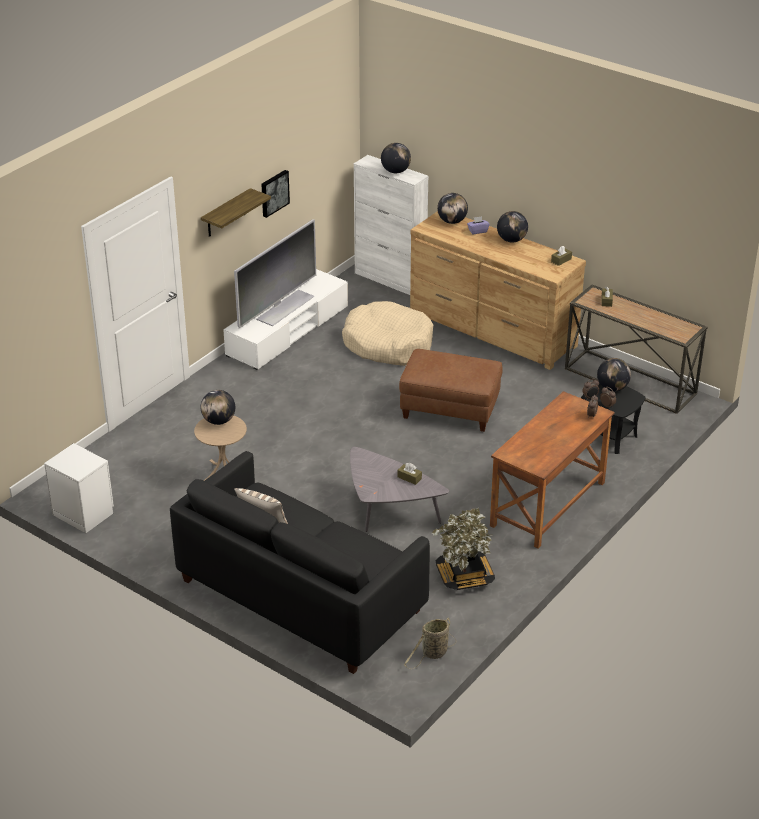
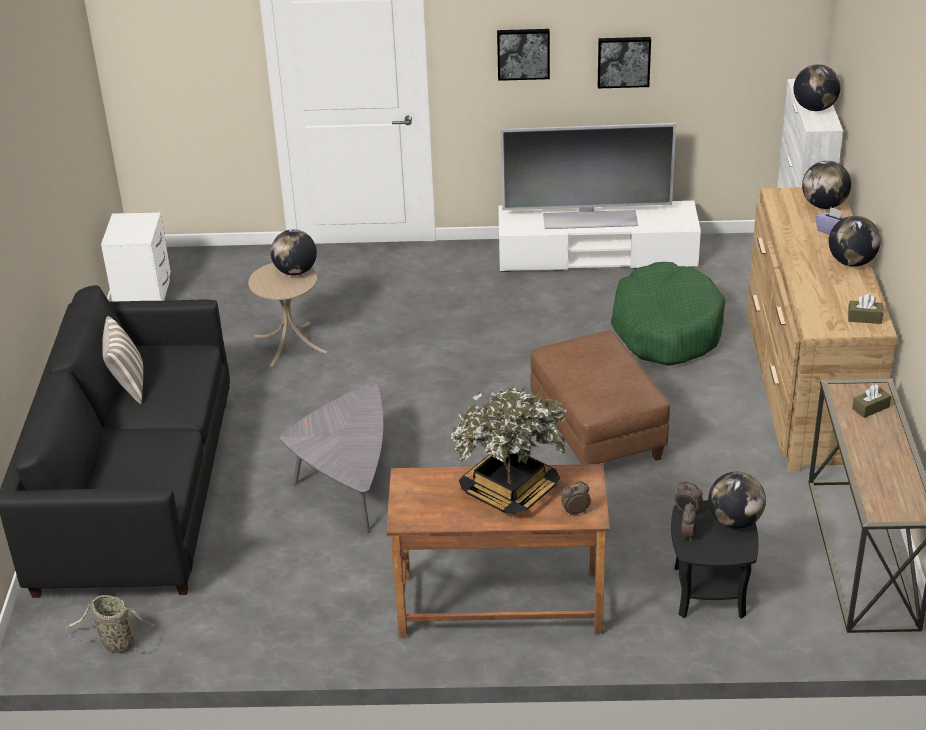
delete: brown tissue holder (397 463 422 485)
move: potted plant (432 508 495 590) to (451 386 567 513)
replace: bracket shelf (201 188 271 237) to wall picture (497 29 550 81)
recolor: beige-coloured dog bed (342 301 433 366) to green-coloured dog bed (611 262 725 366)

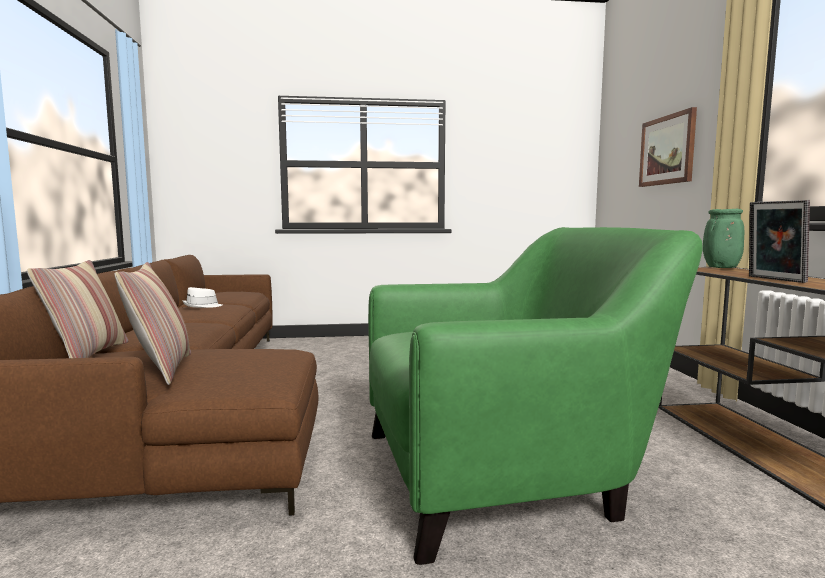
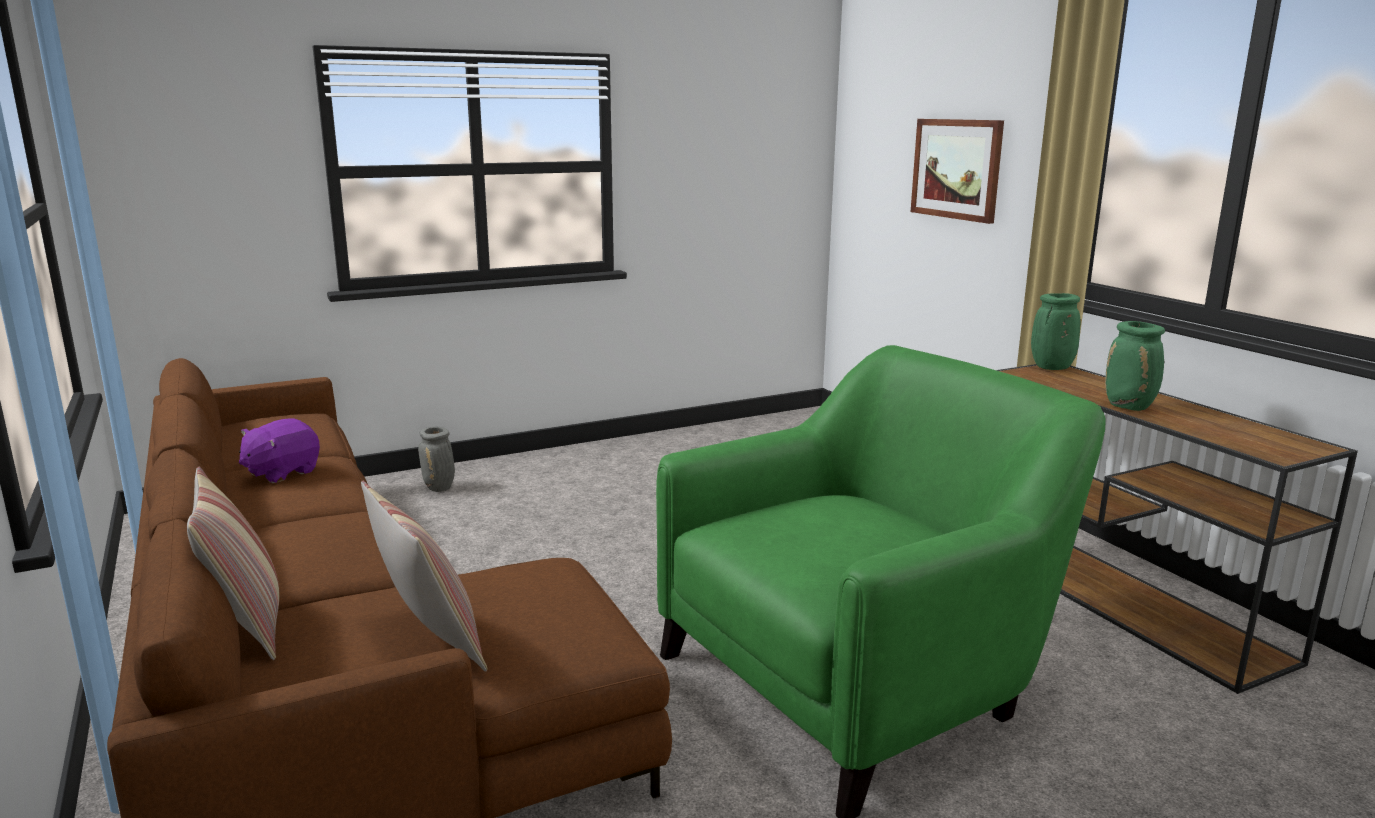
insert: grey vase (418 427 455 492)
replace: white-coloured clothing hat (182 287 222 308) to purplish plush toy (239 418 320 483); photo frame (749 200 810 283) to green-coloured vase (1105 321 1165 411)

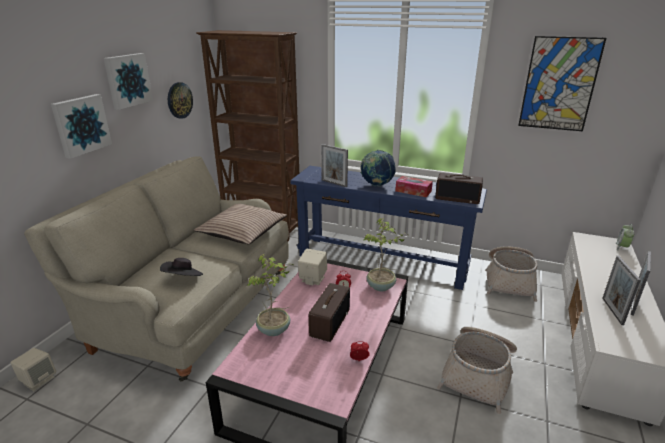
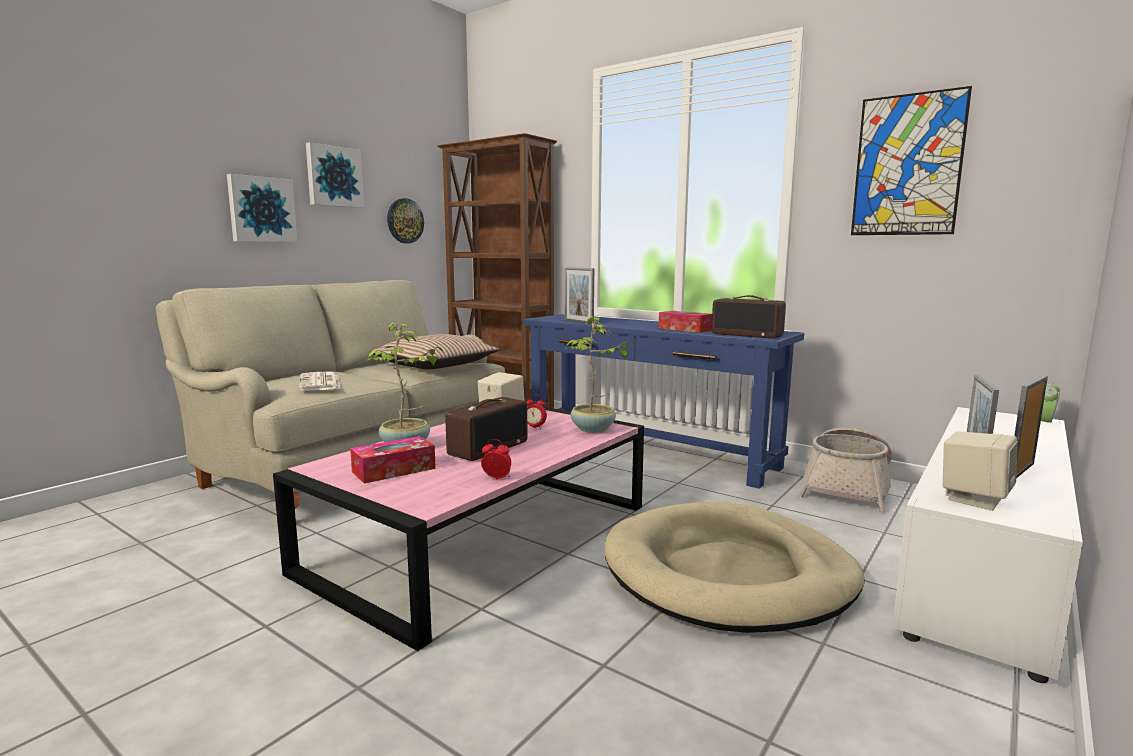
delete: globe (361 150 395 186)
insert: tissue holder (350 436 436 484)
move: beige-coloured audio speaker (10 348 56 391) to (943 431 1018 511)
replace: blackish clothing hat (160 258 203 276) to daily paper (299 372 341 391); household basket (437 327 517 414) to beige-coloured dog bed (604 502 864 633)

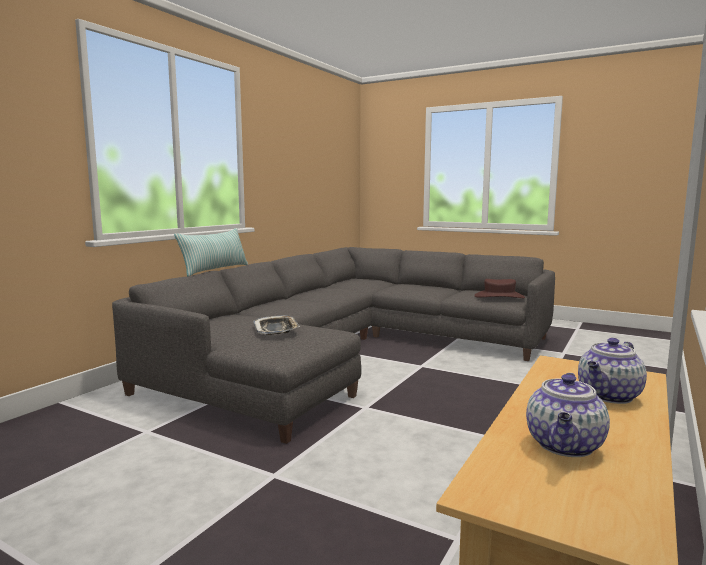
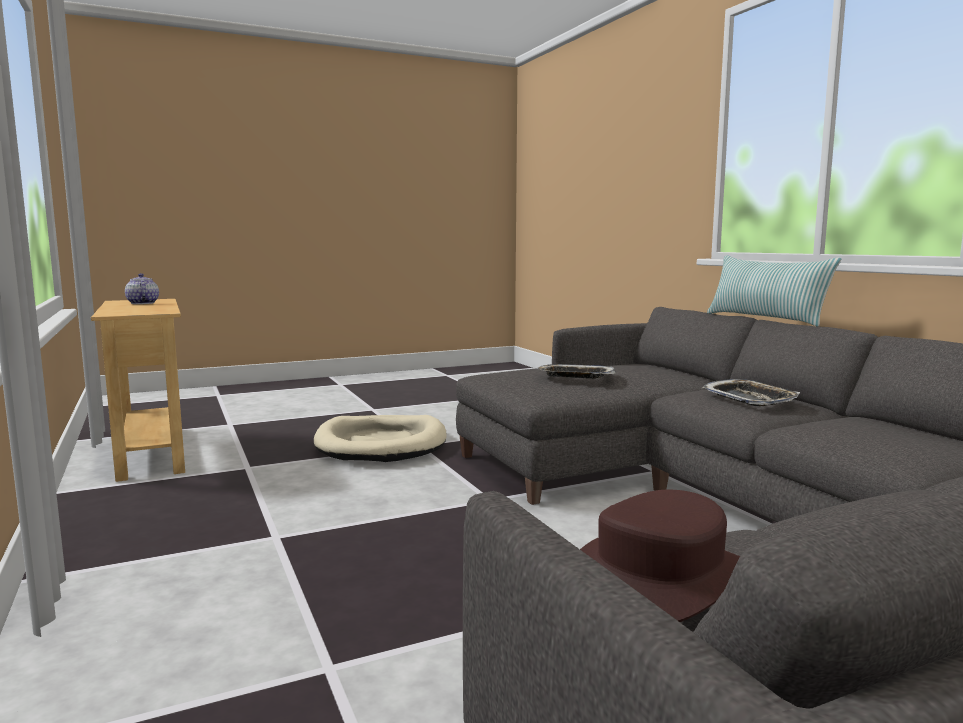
delete: teapot (578 338 647 404)
insert: beige-coloured dog bed (314 415 446 462); serving tray (702 379 800 406)

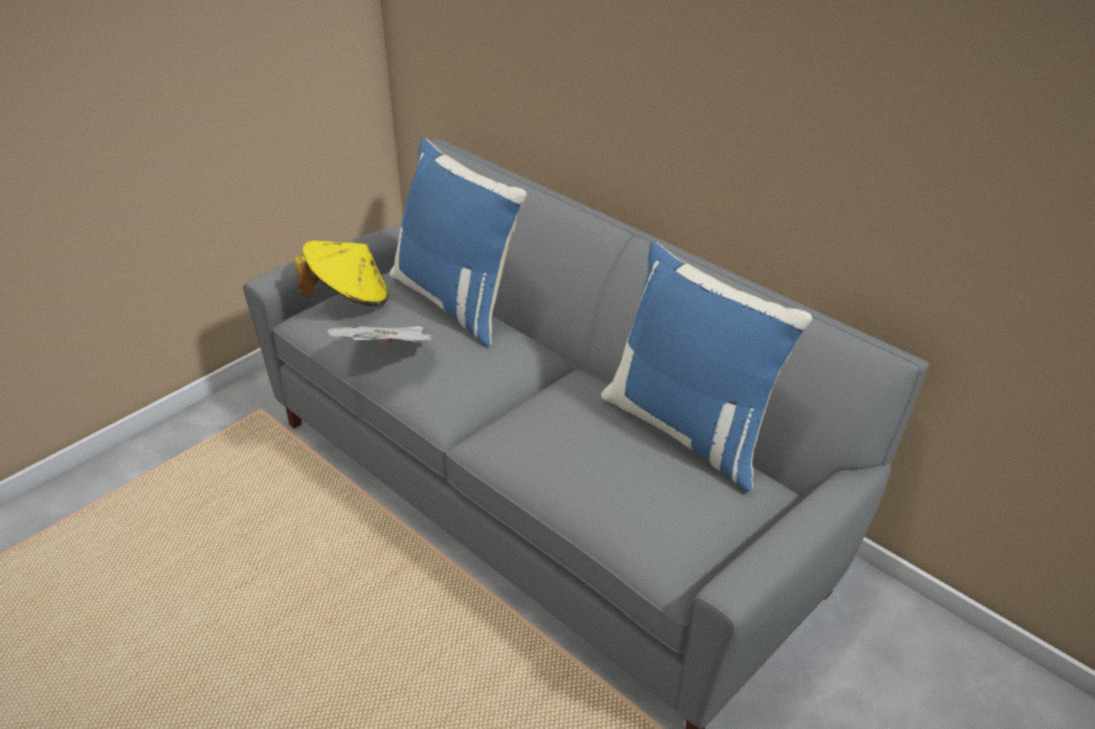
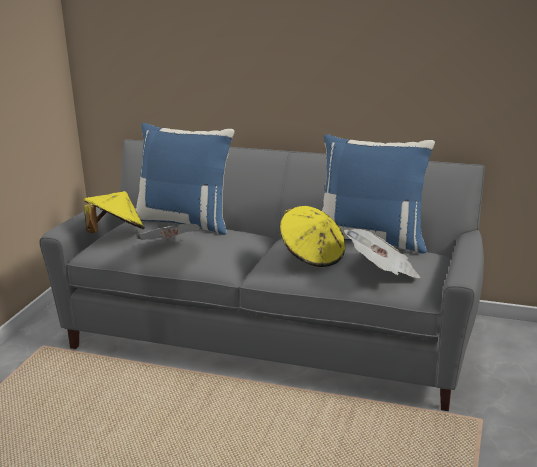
insert: yellow-coloured clothing hat (280 206 345 267); daily paper (344 229 421 278)

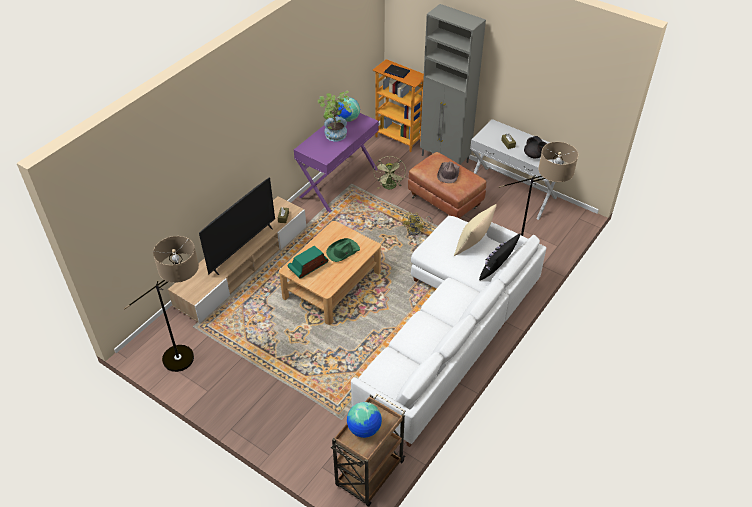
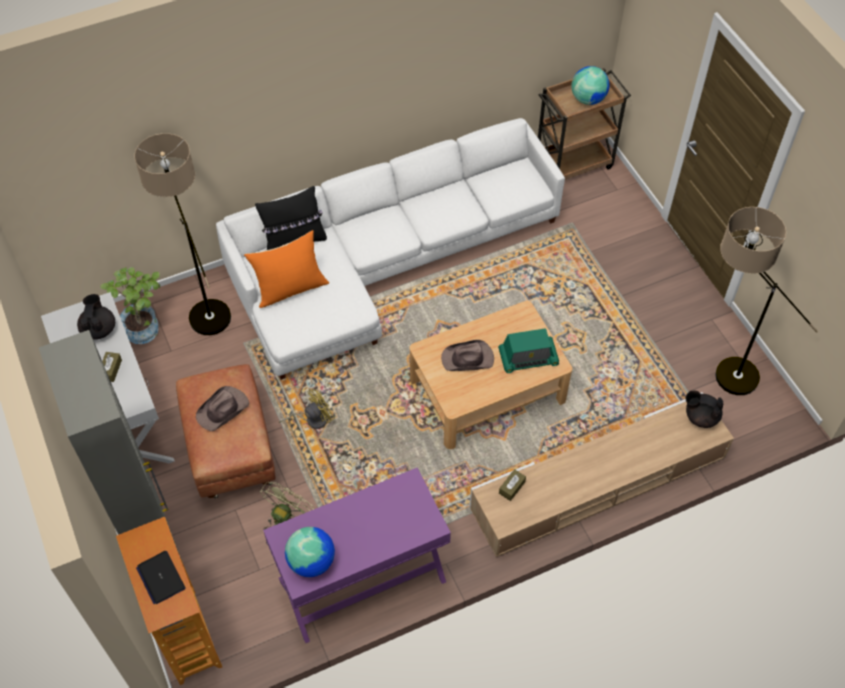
delete: television (199 177 275 275)
insert: blackish teapot (686 390 723 428)
move: potted plant (318 90 352 141) to (100 267 160 344)
recolor: beige-coloured cushion (454 204 497 256) to orange-coloured cushion (244 230 329 308); green-coloured clothing hat (326 238 360 262) to brown clothing hat (441 340 494 371)

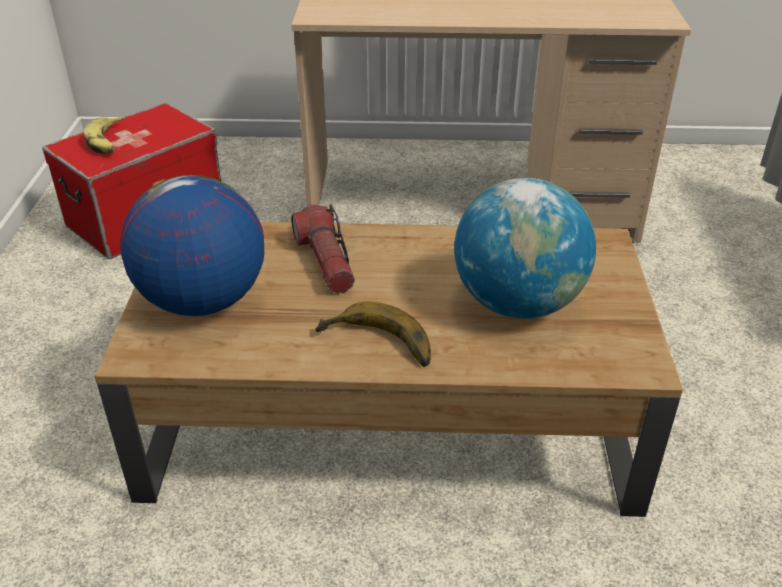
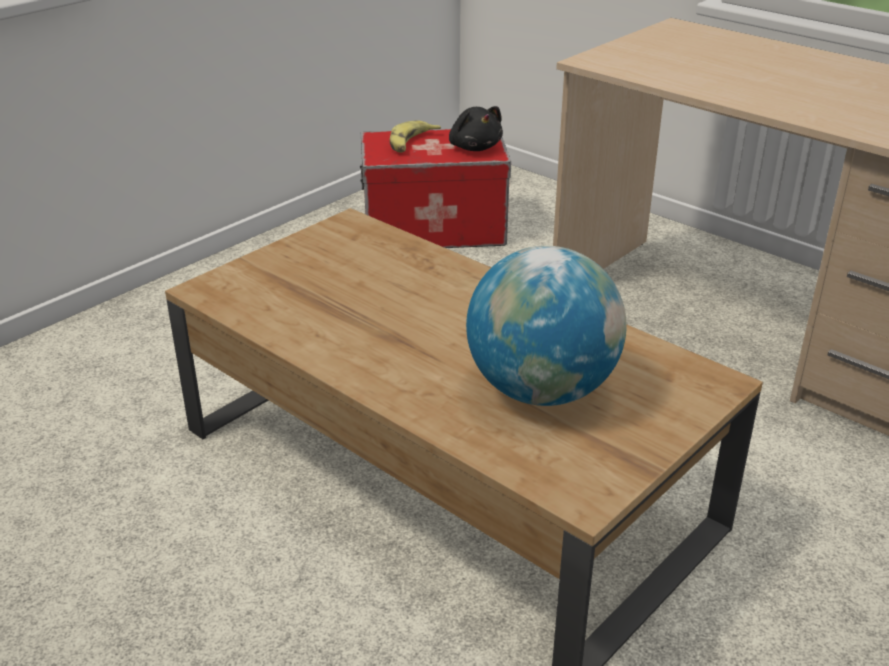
delete: globe (120 175 264 316); torch (291 205 355 294); banana (315 302 431 367)
insert: blackish plush toy (449 106 503 151)

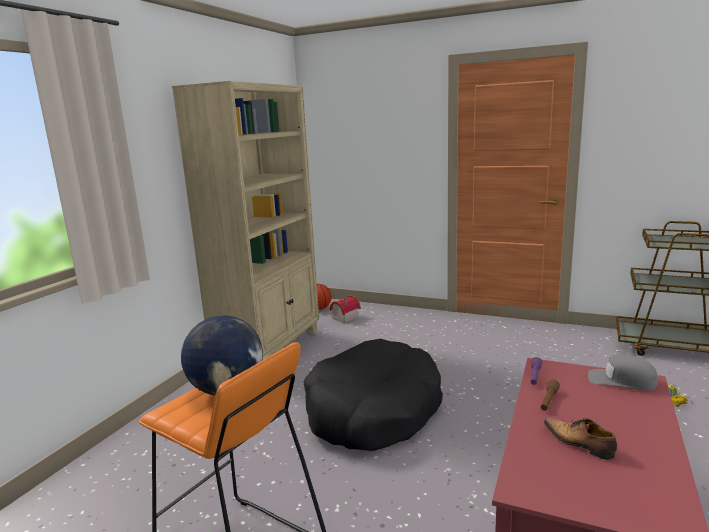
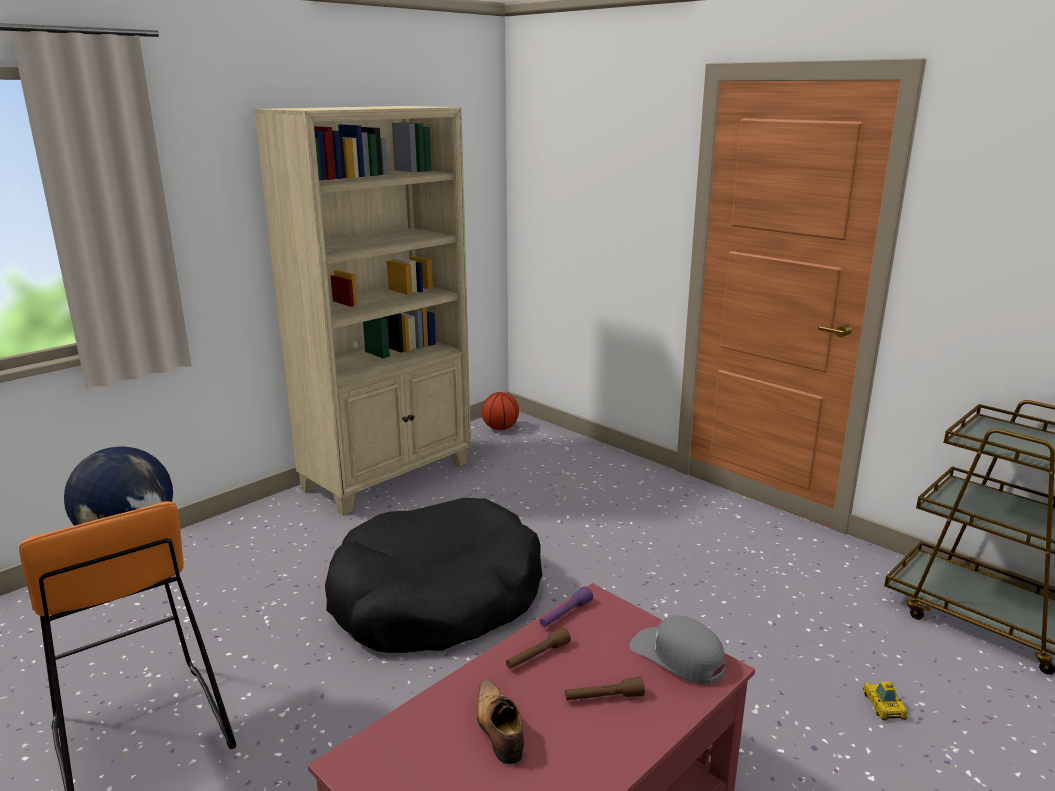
delete: miniature house (329 296 361 323)
insert: brown torch (565 677 645 700)

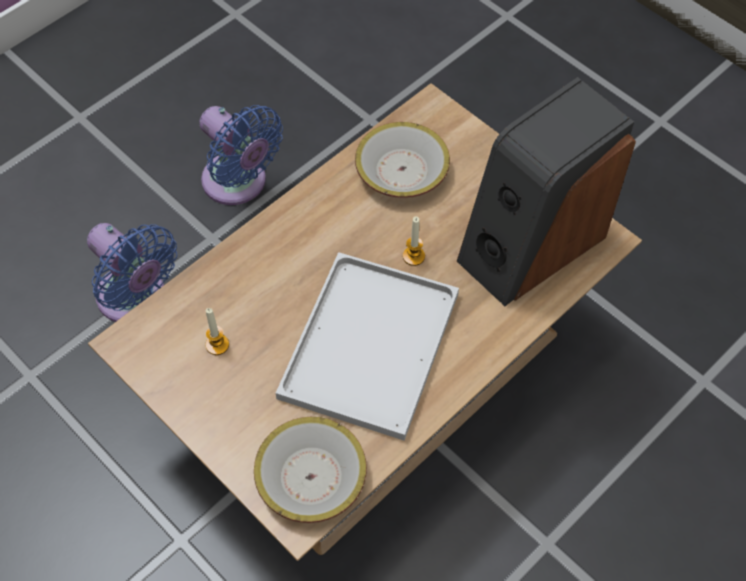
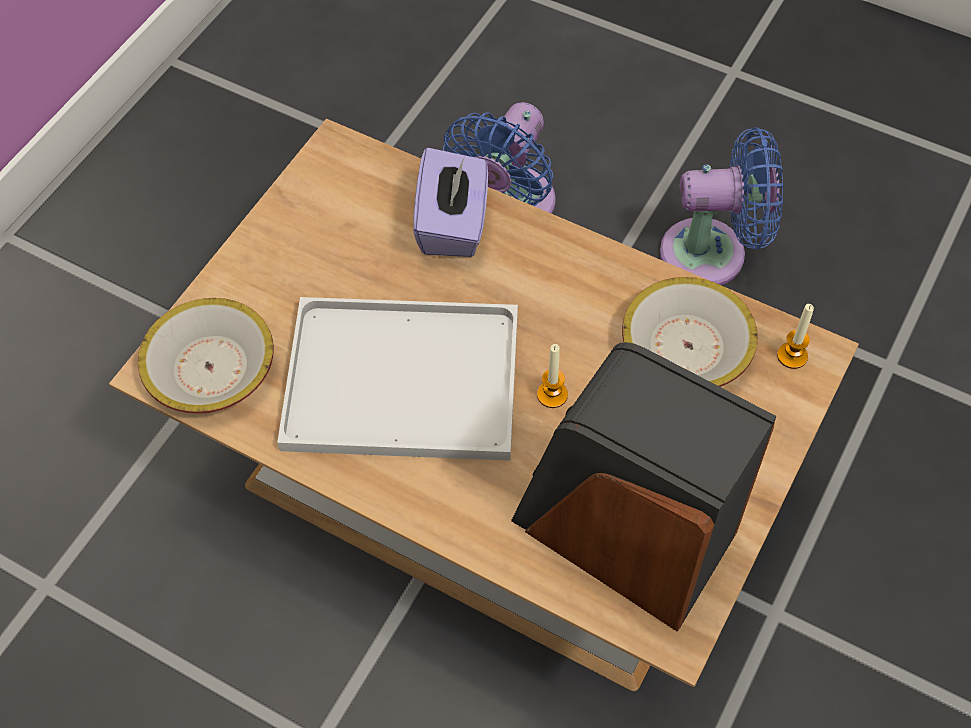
insert: purplish tissue holder (413 148 488 257)
move: wax candle (206 308 229 355) to (777 304 814 369)
rotate: blue electric fan (199 105 283 205) = (660 127 783 285) 120 degrees counterclockwise

